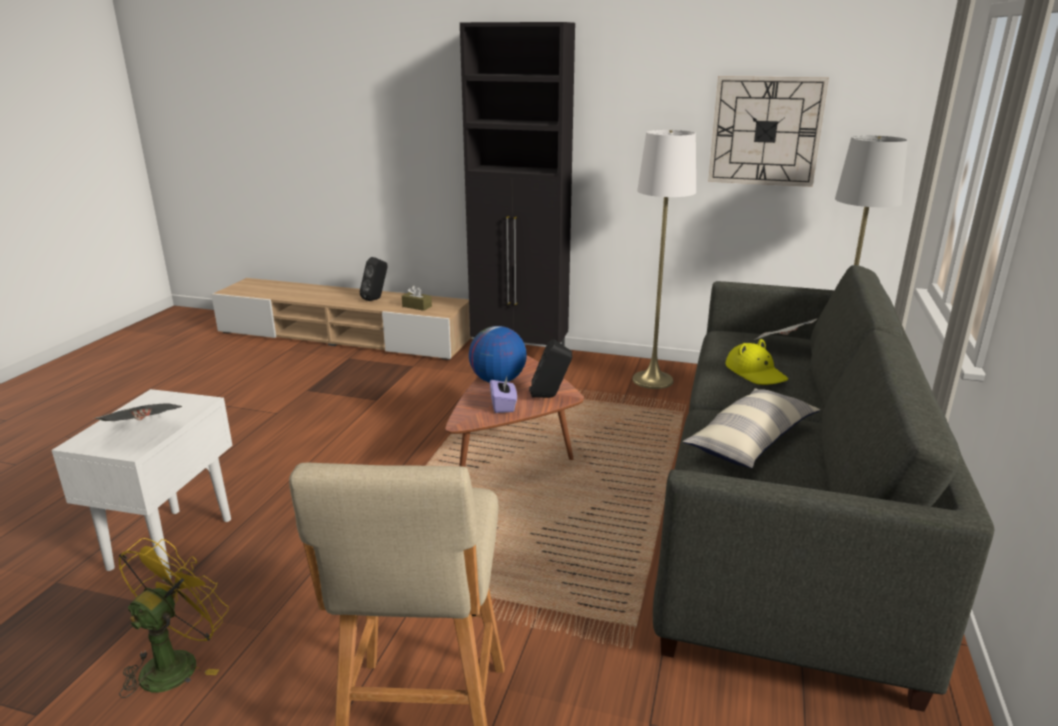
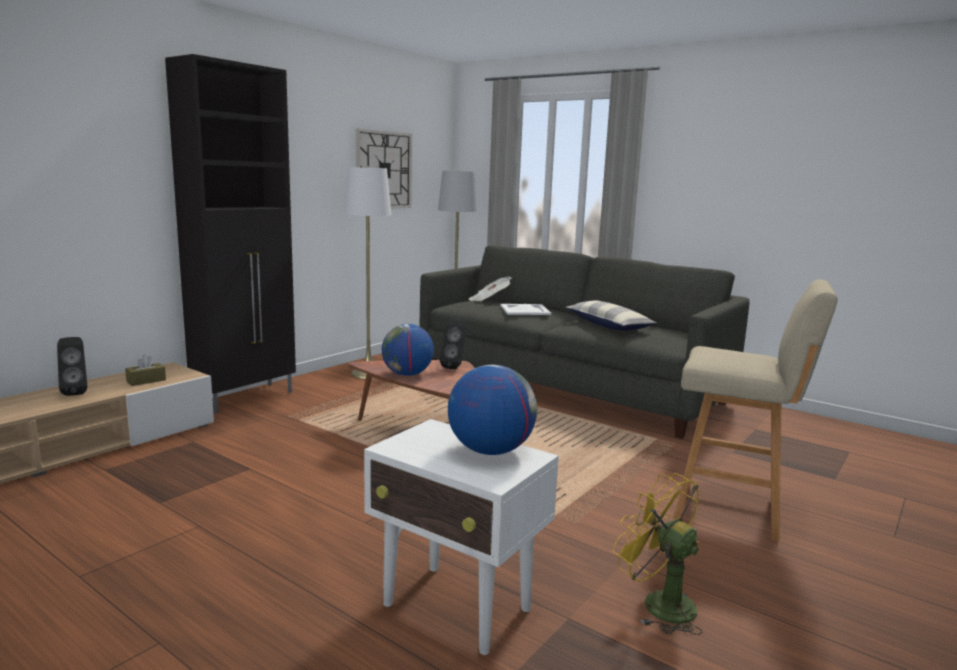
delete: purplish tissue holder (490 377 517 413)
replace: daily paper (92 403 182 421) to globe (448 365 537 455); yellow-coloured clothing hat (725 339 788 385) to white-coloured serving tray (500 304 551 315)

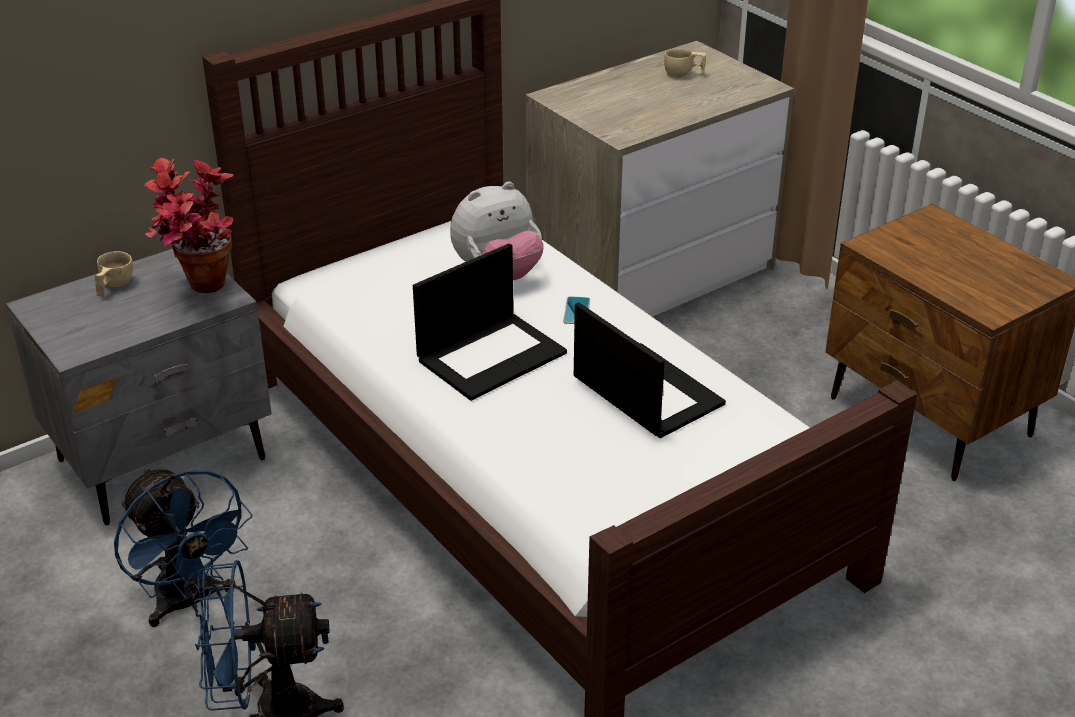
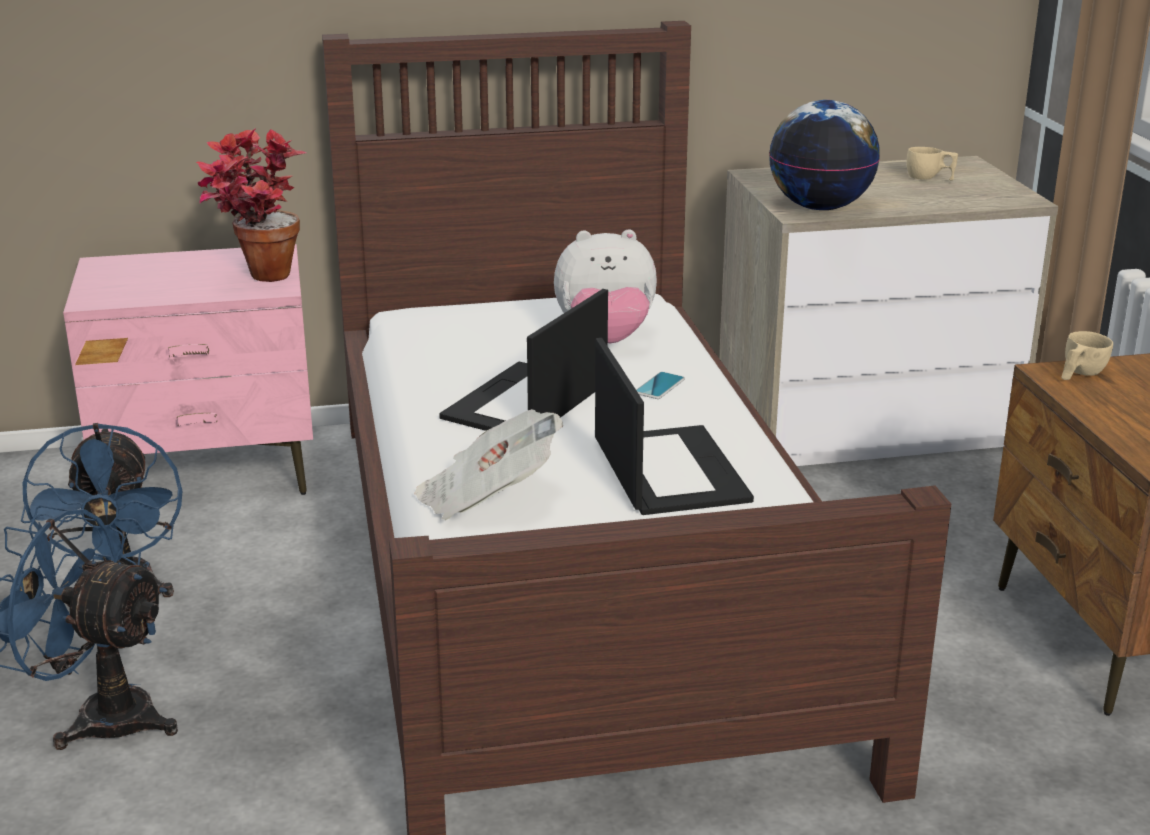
insert: daily paper (414 409 563 520); globe (769 100 880 210)
move: beige-coloured drinking cup (95 251 133 296) to (1061 331 1113 380)
recolor: grey nightstand (6 249 272 525) to pinkish nightstand (63 244 313 495)
rotate: notebook computer (413 243 567 401) = (439 289 608 431) 135 degrees clockwise

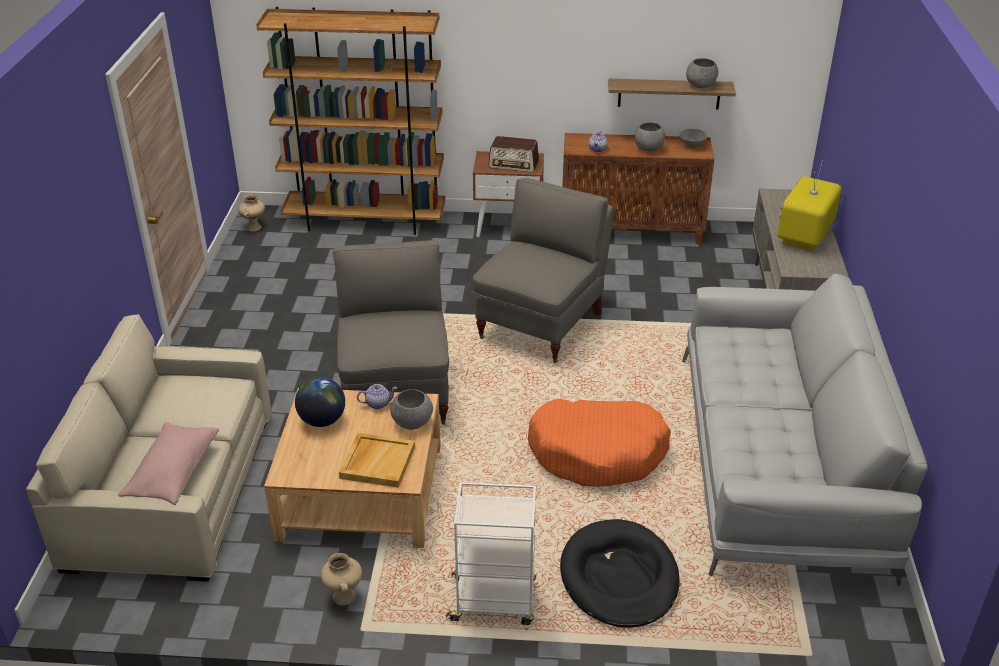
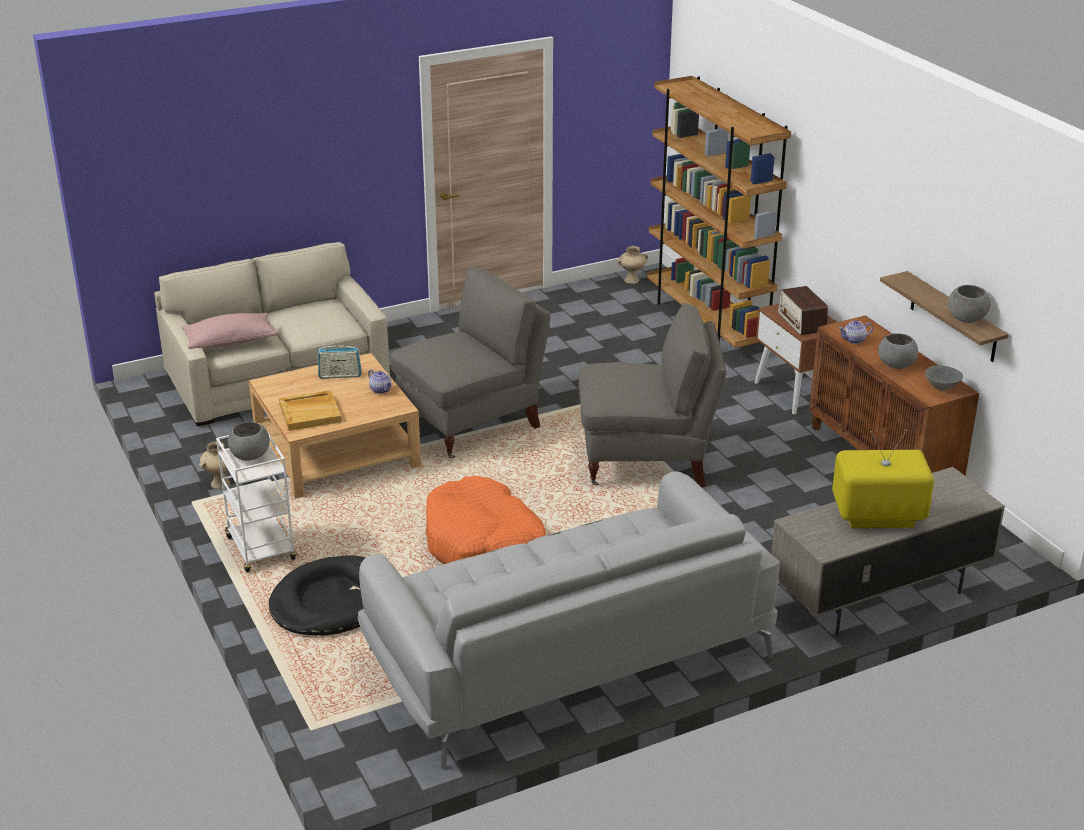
move: grey serving bowl (390 389 433 430) to (228 422 270 461)
replace: globe (295 377 345 427) to radio set (317 344 361 379)

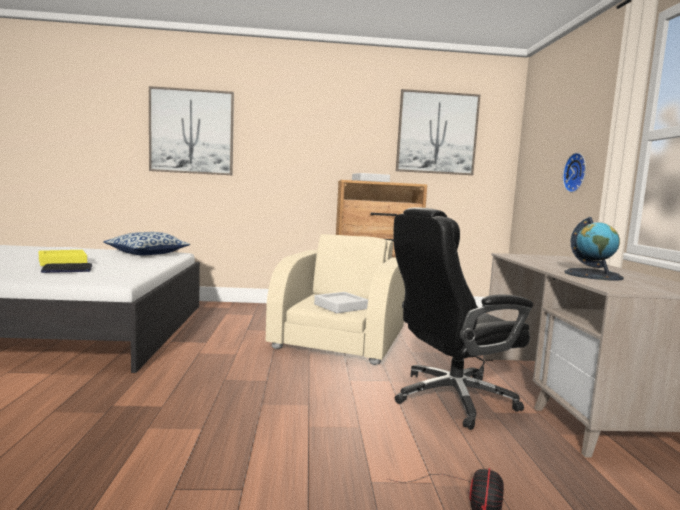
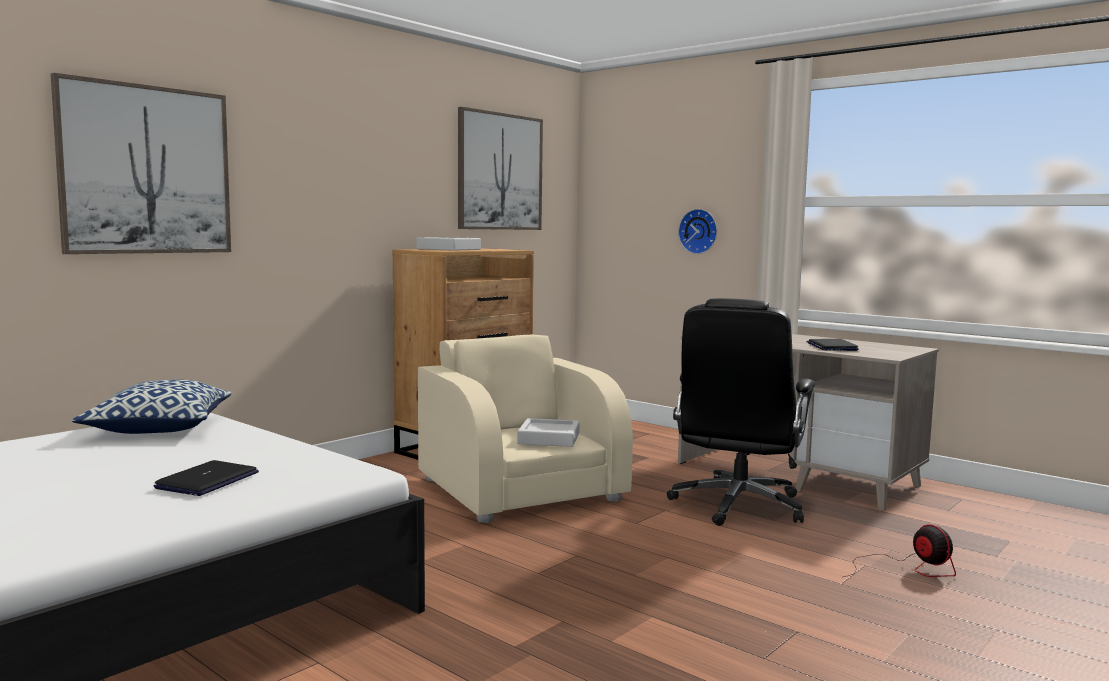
delete: yellow-coloured serving tray (39 250 87 266)
replace: globe (564 217 624 281) to notebook computer (806 339 859 351)

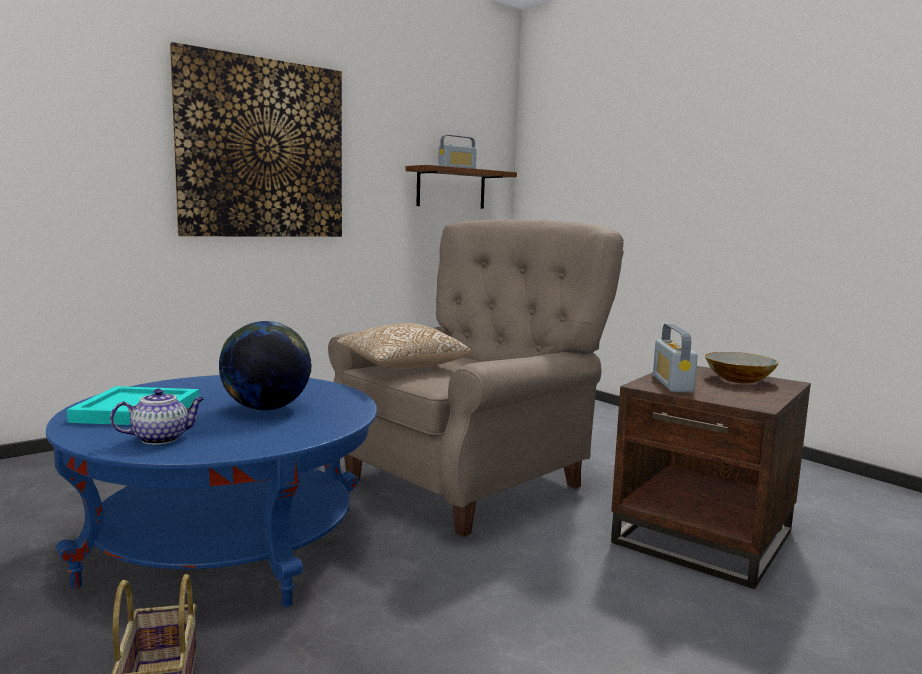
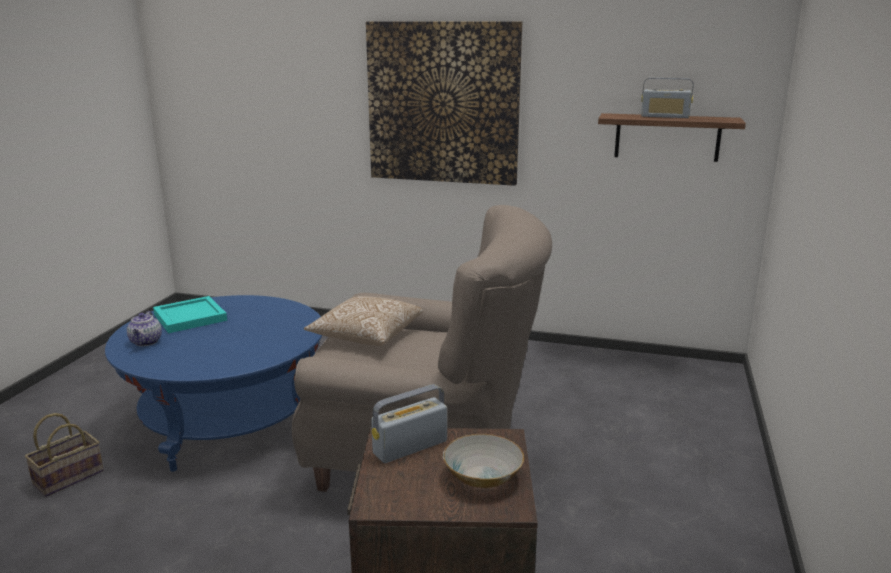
delete: globe (219 321 312 411)
rotate: teapot (110 389 205 445) = (127 311 162 346) 60 degrees clockwise

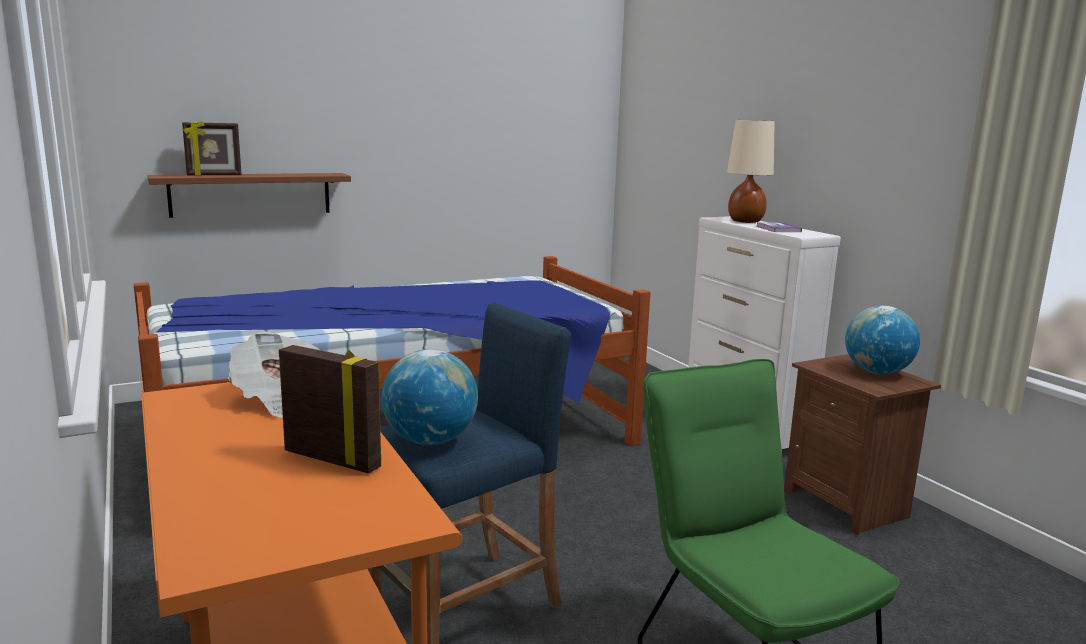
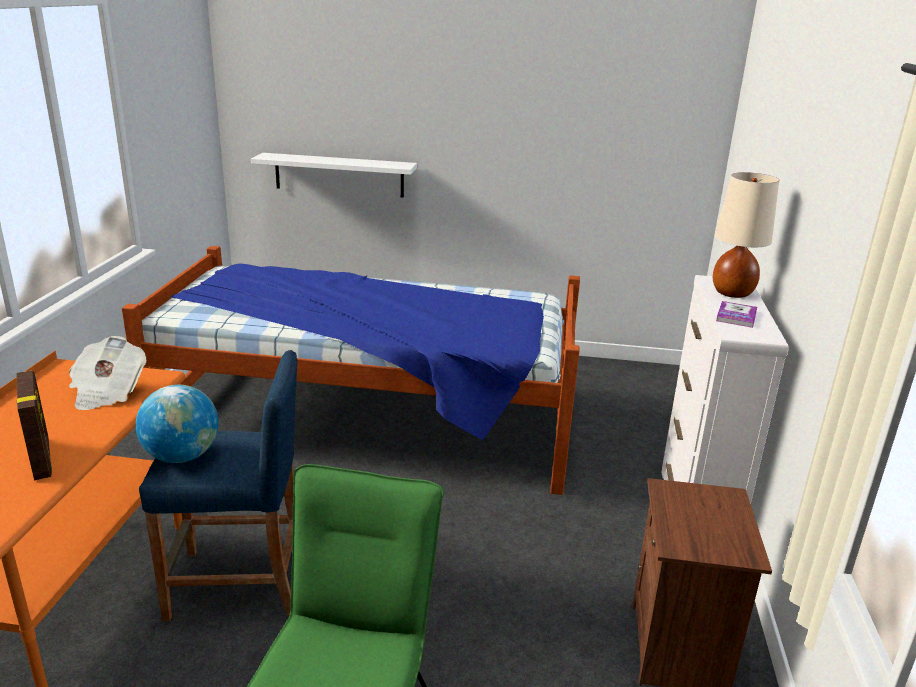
delete: photo frame (182 121 242 176); globe (845 305 920 374)
recolor: brown bracket shelf (147 173 351 218) to white-coloured bracket shelf (251 153 417 198)

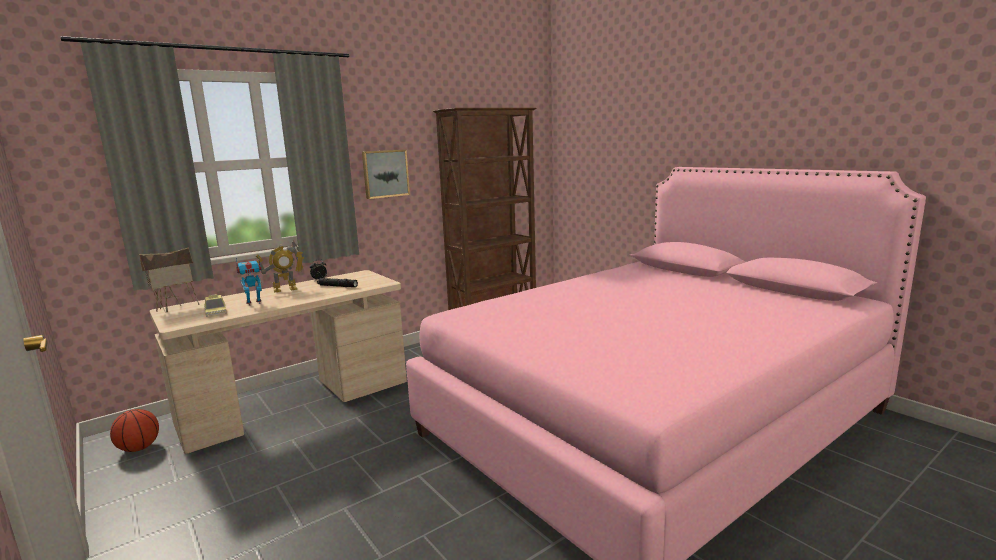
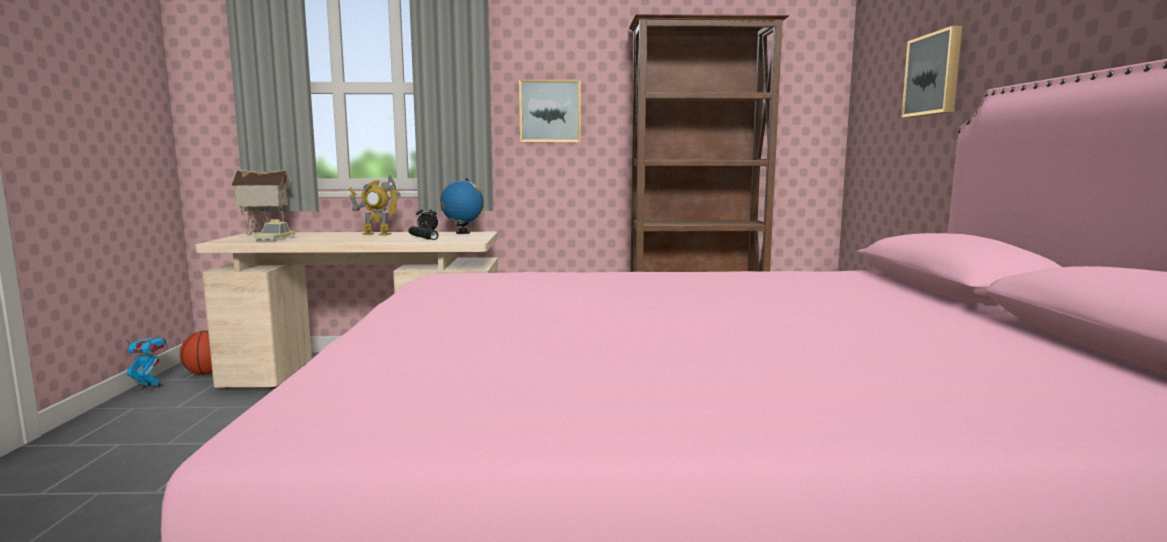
insert: globe (441 178 484 234); wall picture (901 26 962 118)
move: model robot (236 255 262 305) to (123 334 168 391)

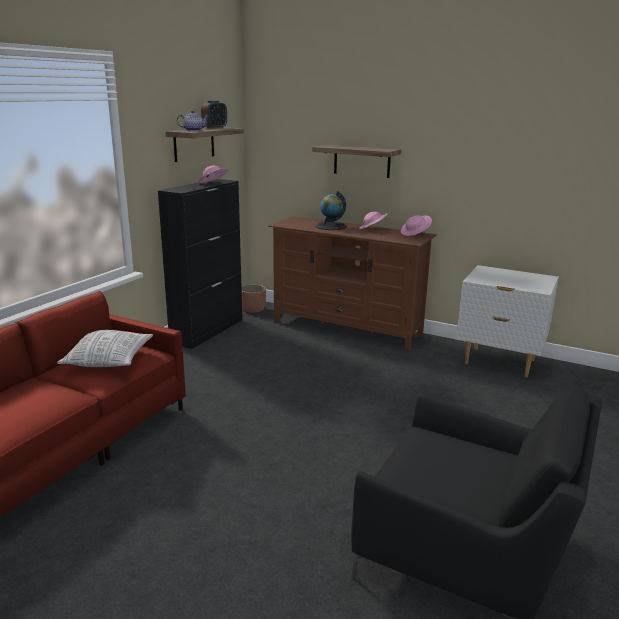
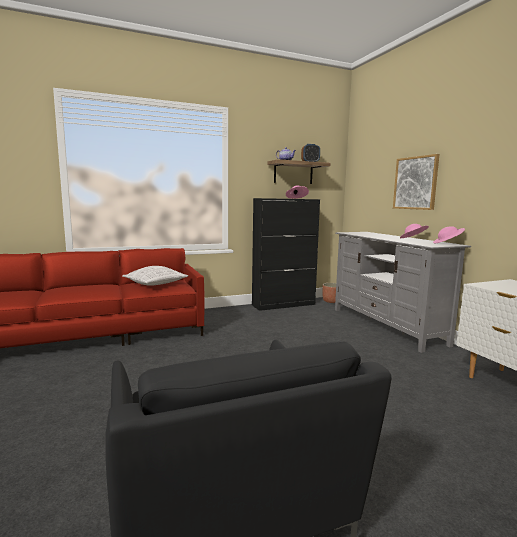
delete: globe (315 191 347 230)
replace: bracket shelf (312 145 401 178) to wall picture (393 154 439 210)
recolor: brown tv unit (268 216 437 351) to grey tv unit (335 232 472 353)

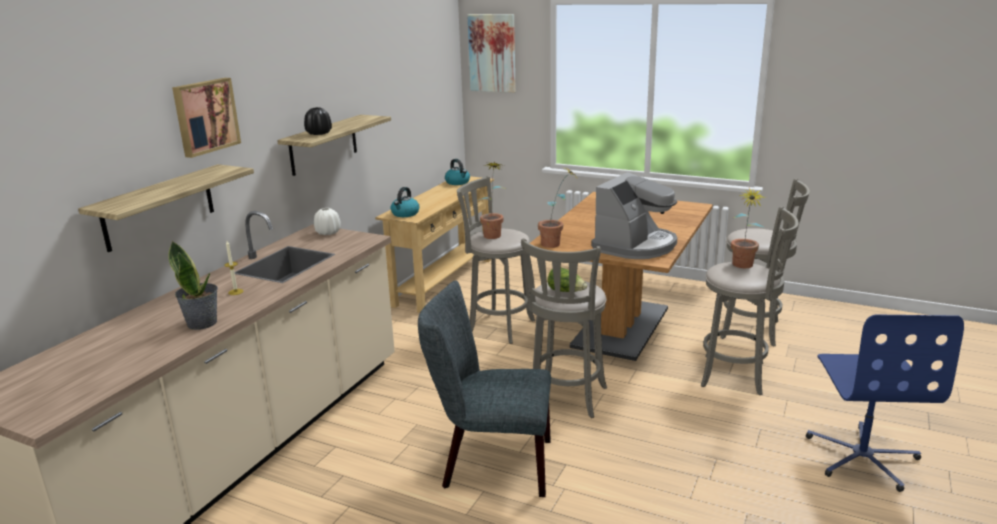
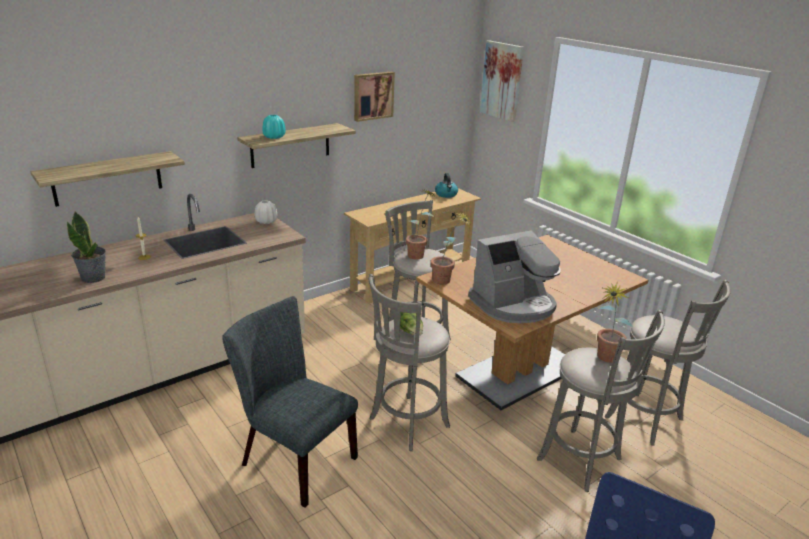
delete: kettle (390 187 420 217)
move: wall picture (172 78 241 158) to (354 72 395 122)
recolor: blackish vase (304 107 332 135) to turquoise vase (263 115 286 139)

